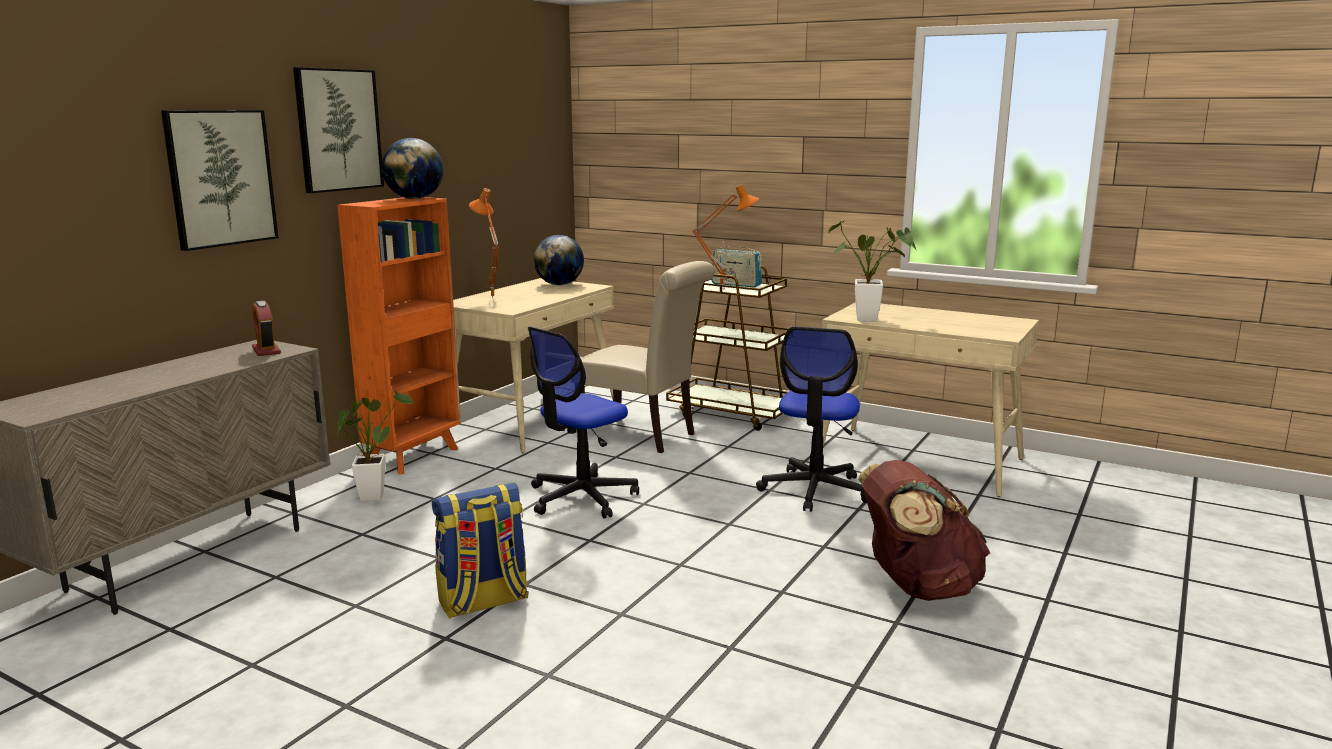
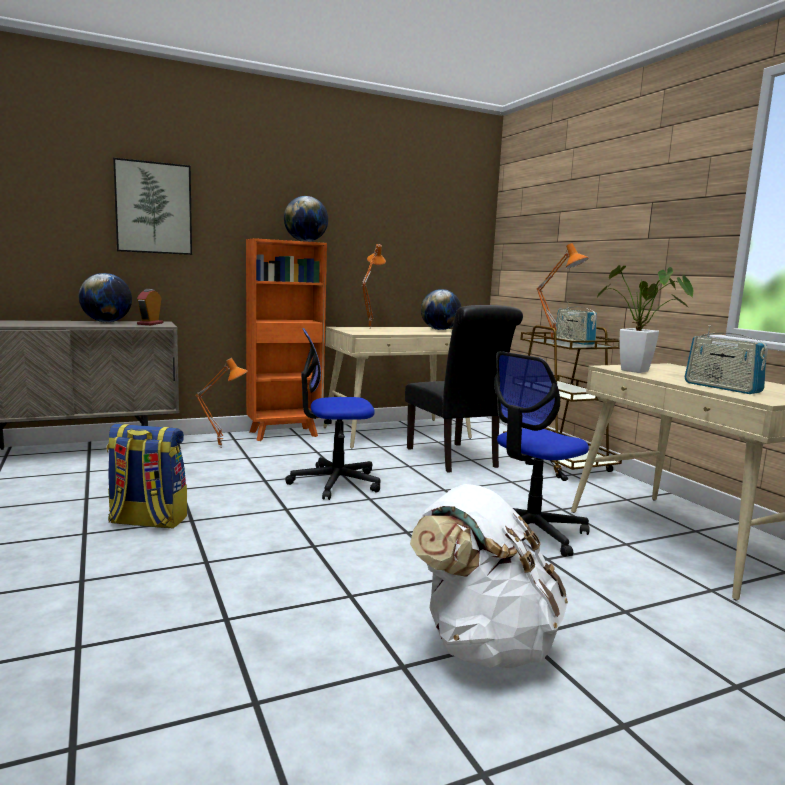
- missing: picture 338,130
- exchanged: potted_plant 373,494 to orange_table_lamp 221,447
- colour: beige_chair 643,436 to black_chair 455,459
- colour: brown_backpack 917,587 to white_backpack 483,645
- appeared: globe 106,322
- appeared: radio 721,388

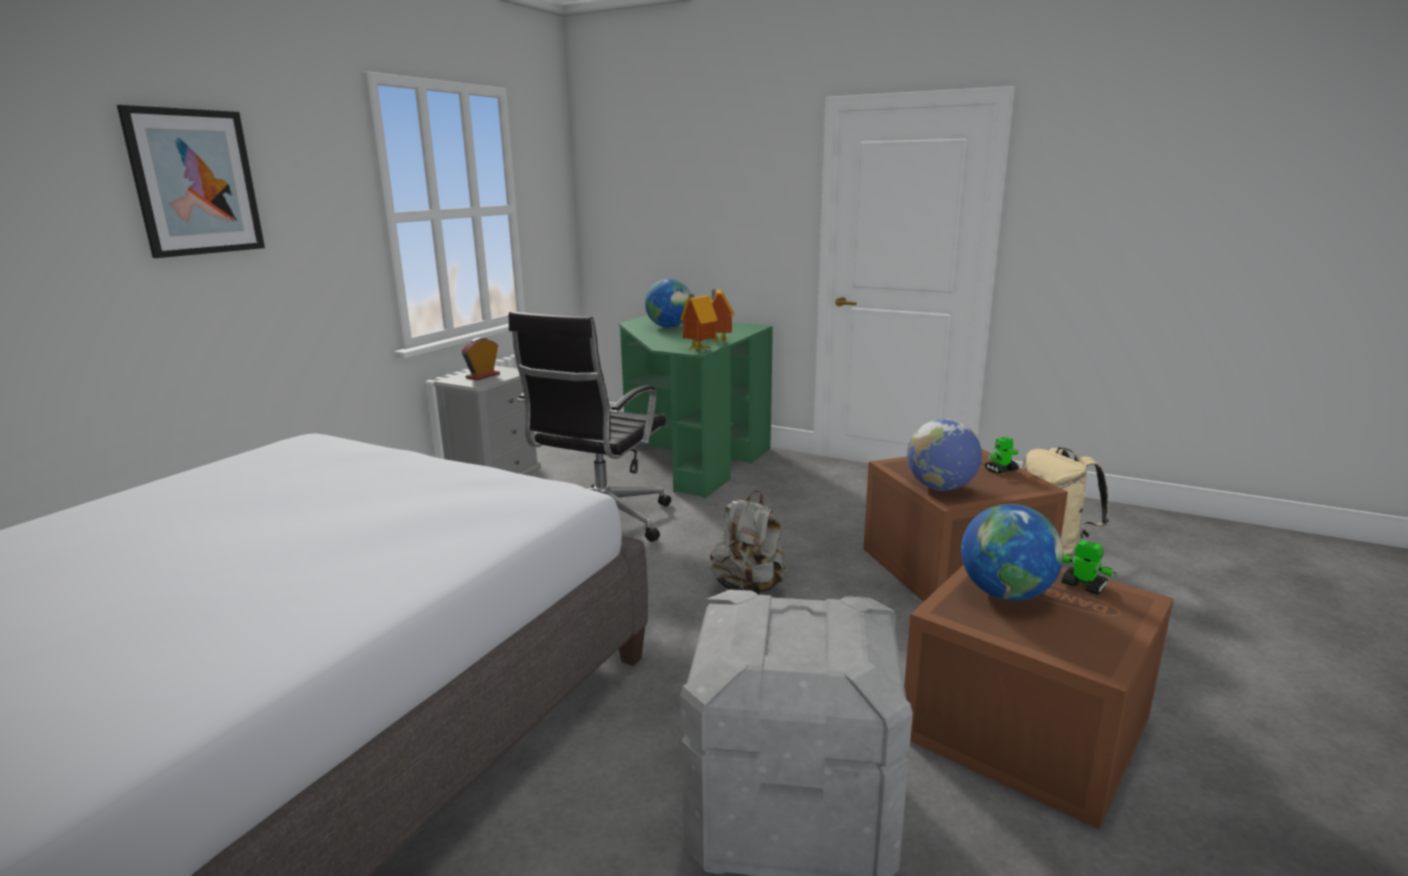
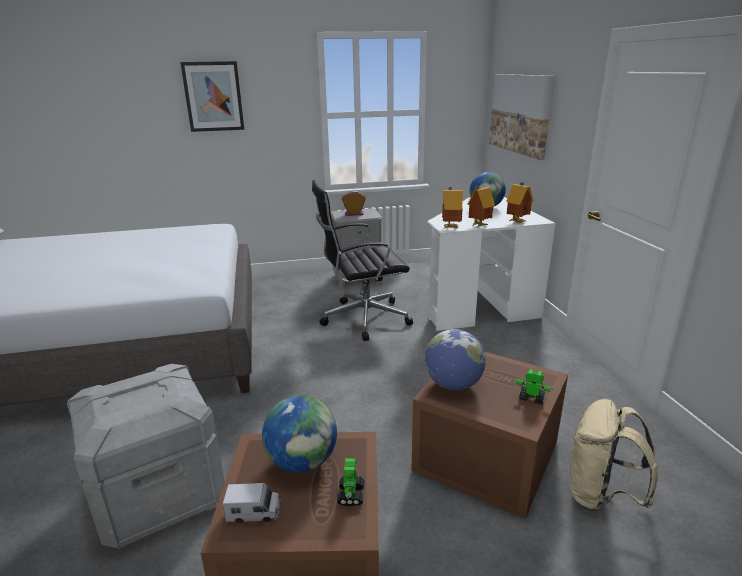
- colour: green_desk 689,457 to white_desk 479,302
- missing: grey_backpack 749,588
- appeared: toy_truck 254,513
- appeared: picture 520,114
- appeared: toy_house 517,222

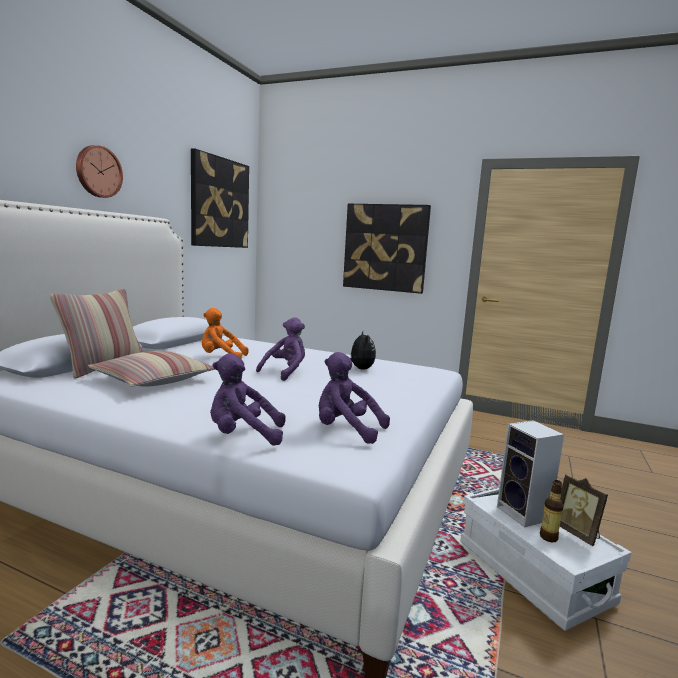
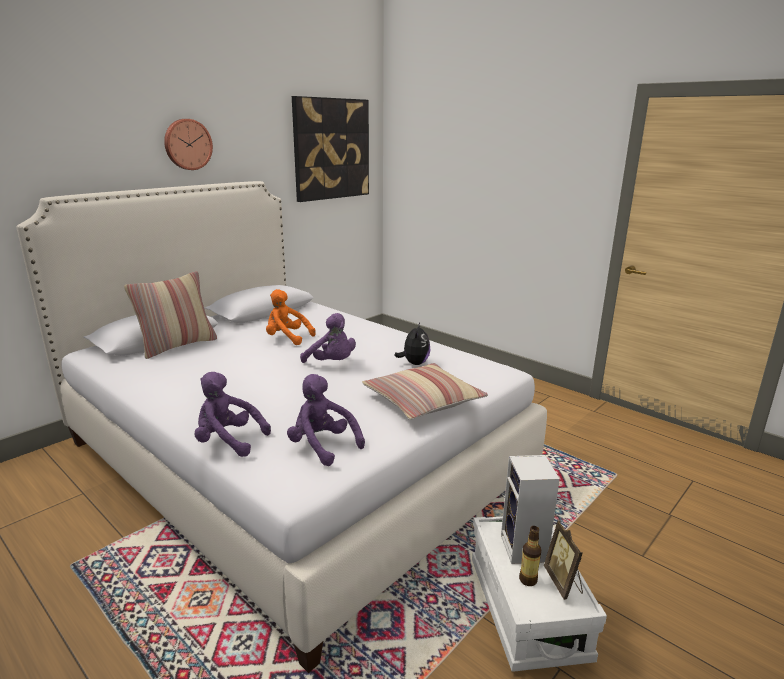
- relocated: pillow 153,380 to 423,401
- spun: purple_plush_toy 285,372 = 332,363 75 degrees clockwise
- missing: picture 385,247

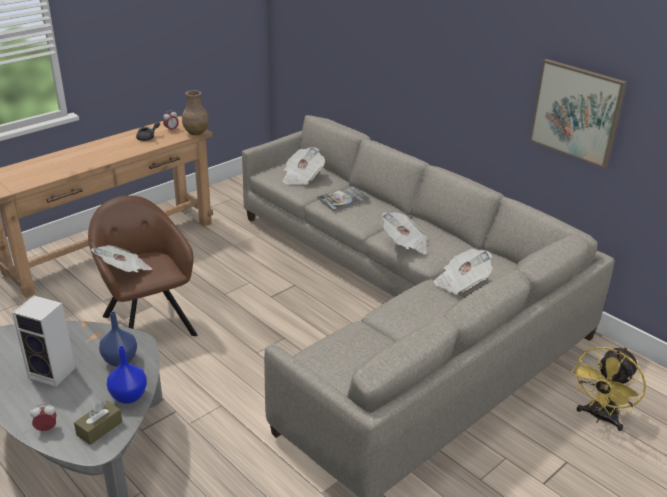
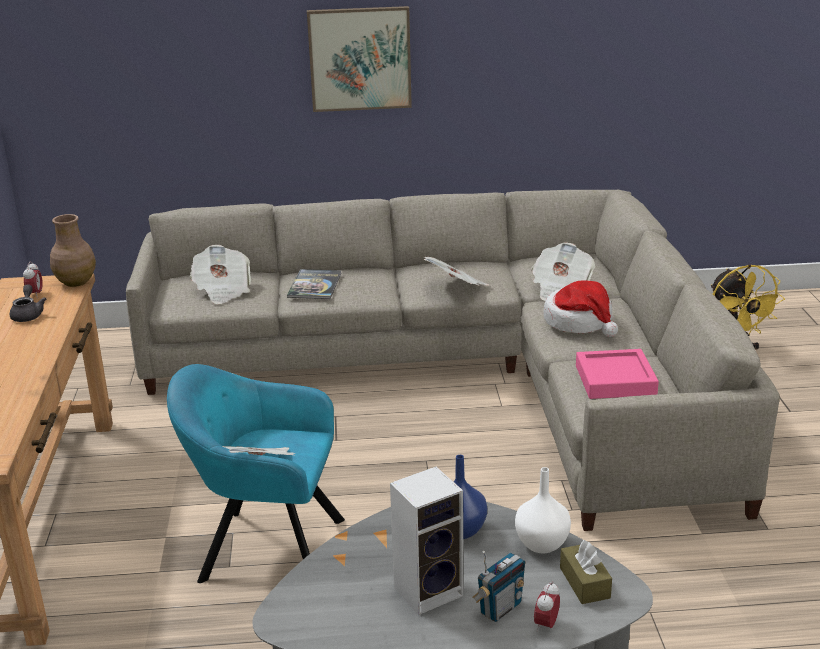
- colour: brown_armchair 147,323 to turquoise_armchair 266,549
- colour: blue_vase 128,396 to white_vase 540,544
- relocated: picture 576,112 to 360,59
- appeared: radio 500,608
- appeared: hat 579,322
- appeared: pink_tray 615,380

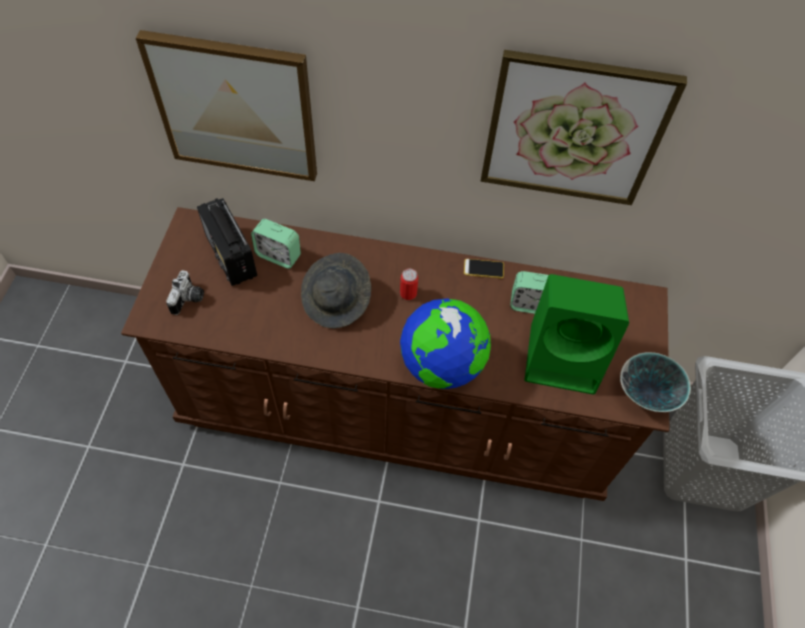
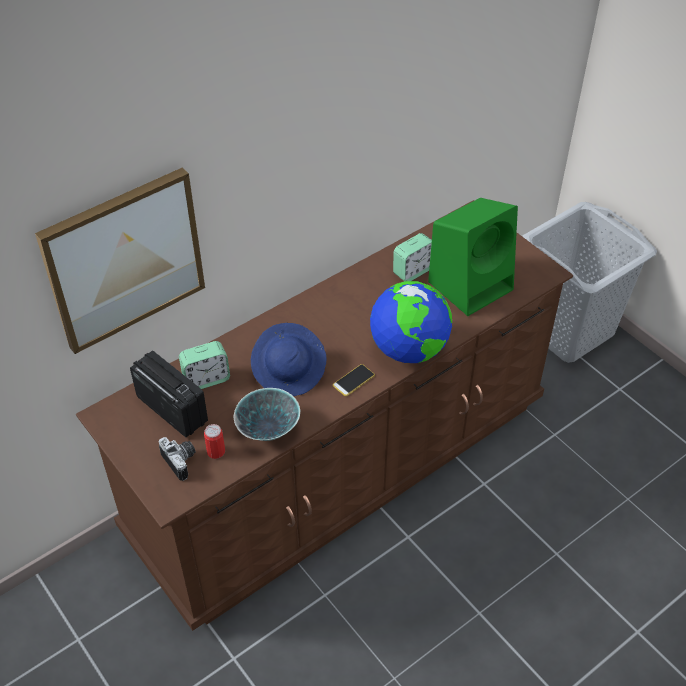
- spun: radio 231,256 = 171,409 150 degrees counterclockwise
- colour: grey_hat 337,301 to blue_hat 290,371
- relocated: can 408,293 to 216,451
- relocated: phone 483,269 to 353,380
- missing: picture 573,130
- relocated: bowl 647,394 to 269,430

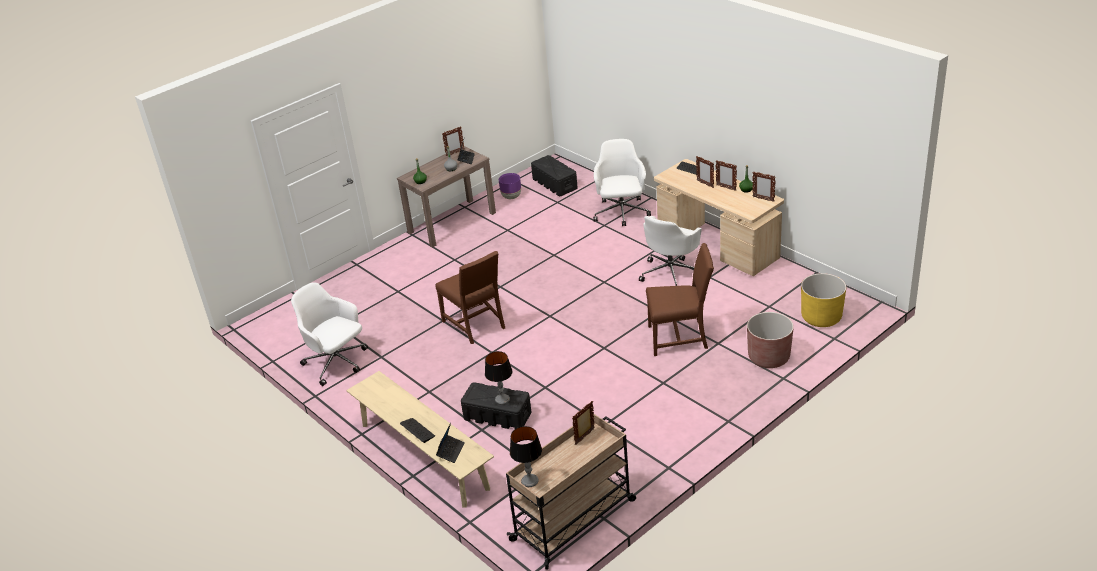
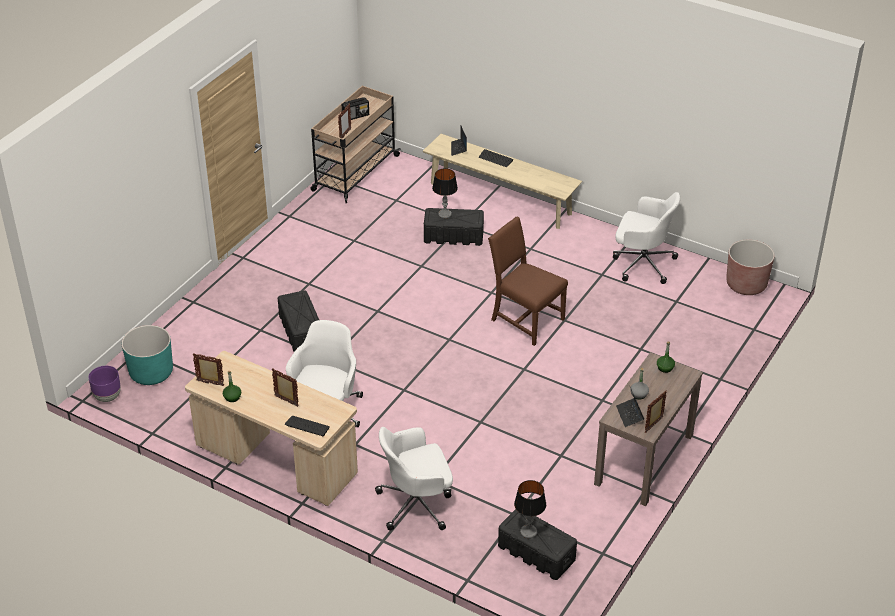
- relocated: purple_planter 511,197 to 107,397
- relocated: table_lamp 529,481 to 528,532
- spun: white_office_chair 621,213 = 416,504 90 degrees clockwise
- exchanged: brown_chair 680,338 to black_storage_box 301,331
- missing: picture_frame 726,188
- relocated: brown_planter 769,357 to 746,284
- colour: yellow_planter 821,317 to turquoise_planter 151,373
- appeared: radio 356,116

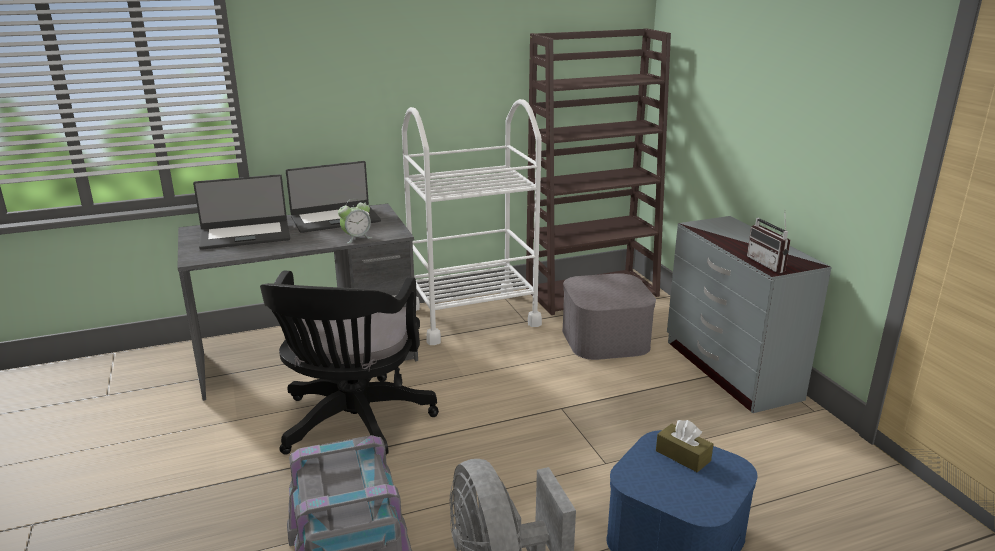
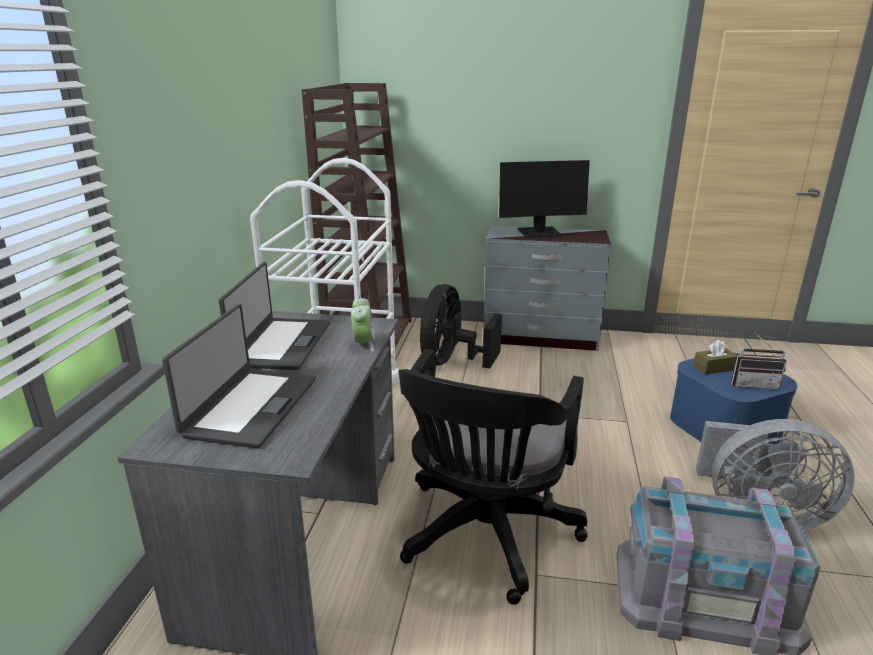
- spun: black_office_chair 353,426 = 485,537 75 degrees clockwise
- exchanged: grey_storage_box 605,338 to black_fan 451,361
- relocated: radio 770,264 to 753,384
- appeared: monitor 539,233

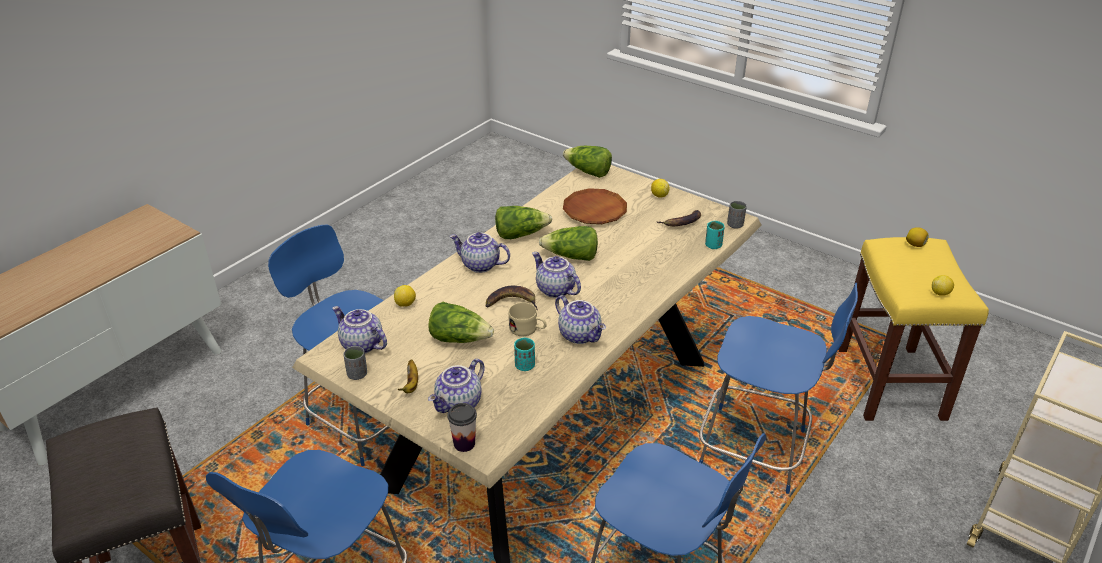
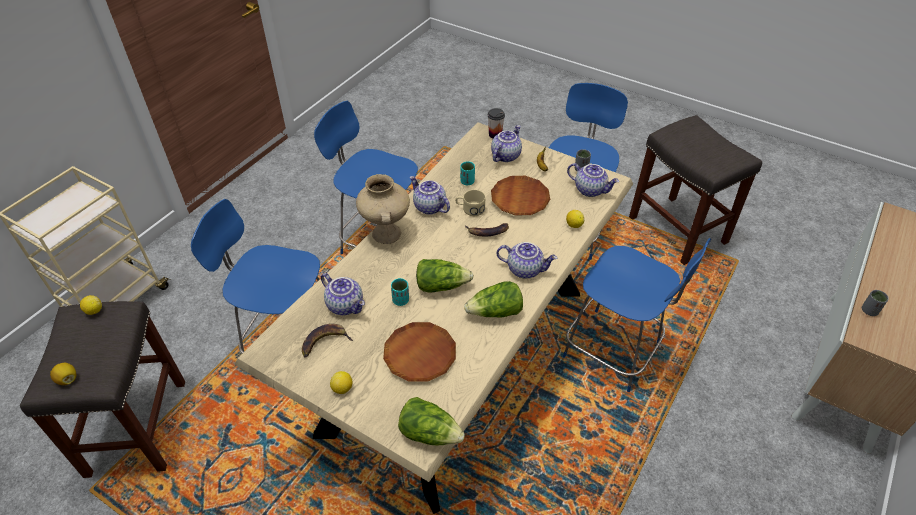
- exchanged: lettuce 459,338 to brown_plate 520,199
- relocated: teapot 554,290 to 346,305
- relocated: turquoise_cup 713,245 to 401,300
- relocated: grey_cup 735,225 to 869,311
- colour: yellow_stool 891,384 to grey_stool 136,426
- appeared: beige_vase 385,233

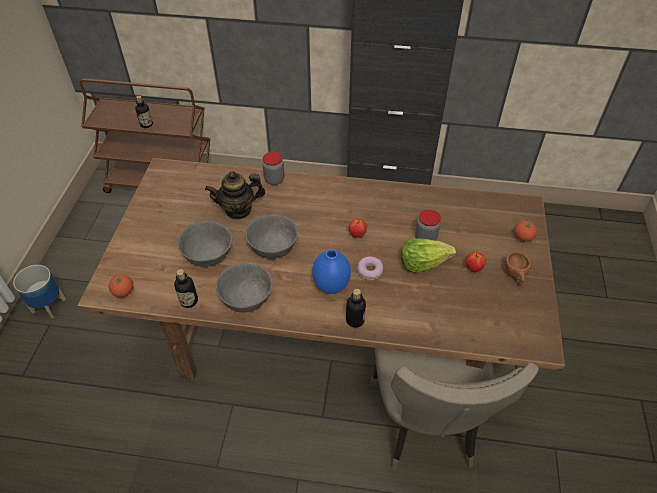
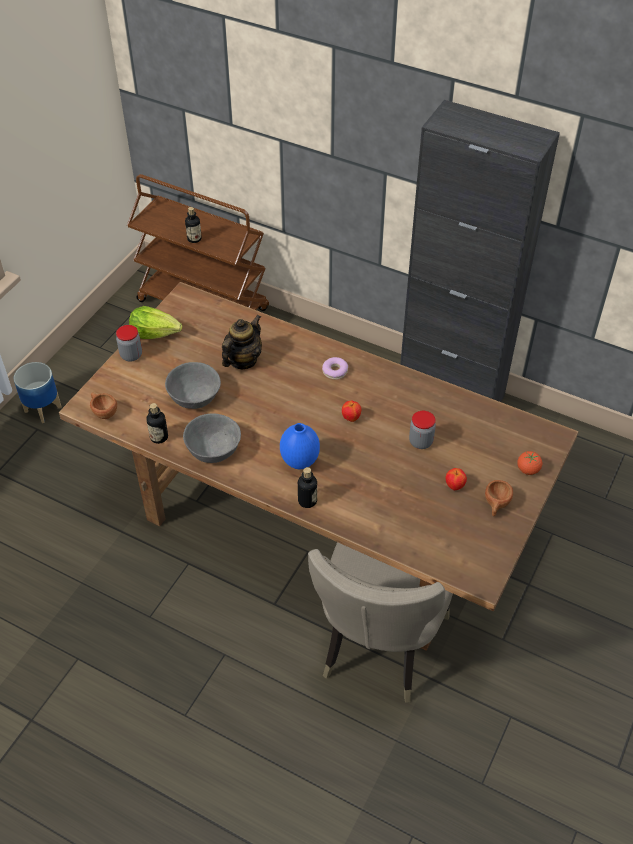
- exchanged: tomato 123,292 to brown_cup 103,411
- spun: teapot 238,210 = 242,360 120 degrees clockwise
- missing: grey_bowl 273,246
- relocated: jar 274,180 to 131,355
- relocated: donut 370,271 to 335,371
- relocated: lettuce 423,262 to 155,333

